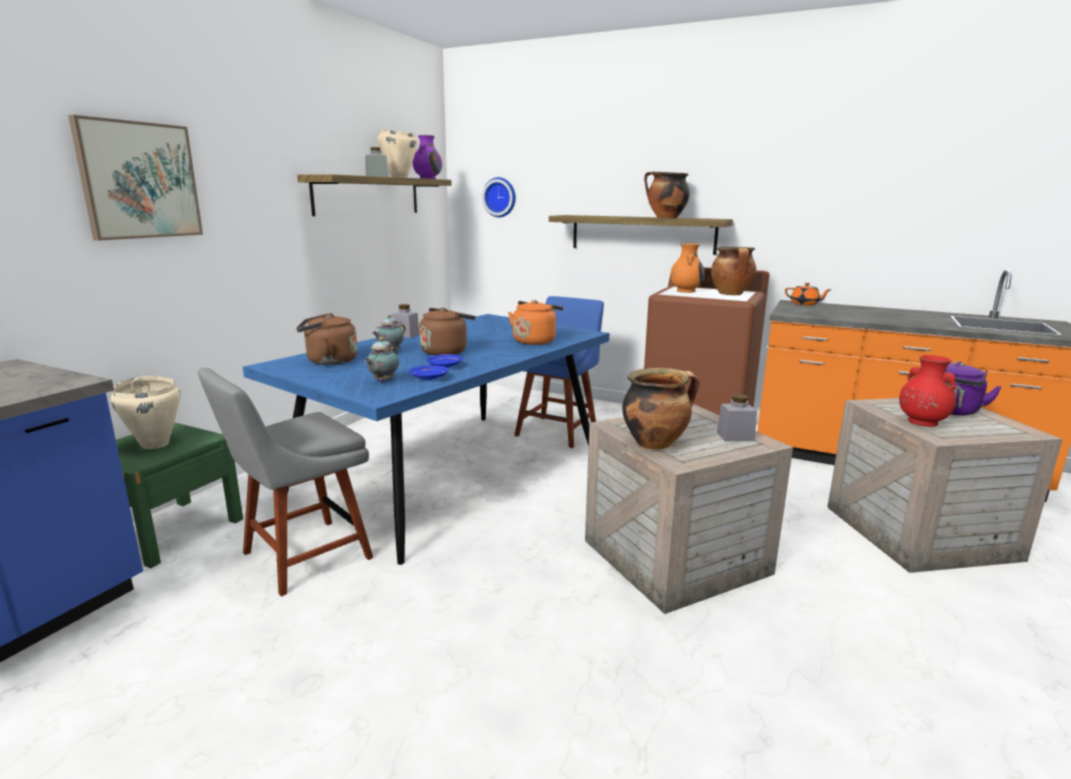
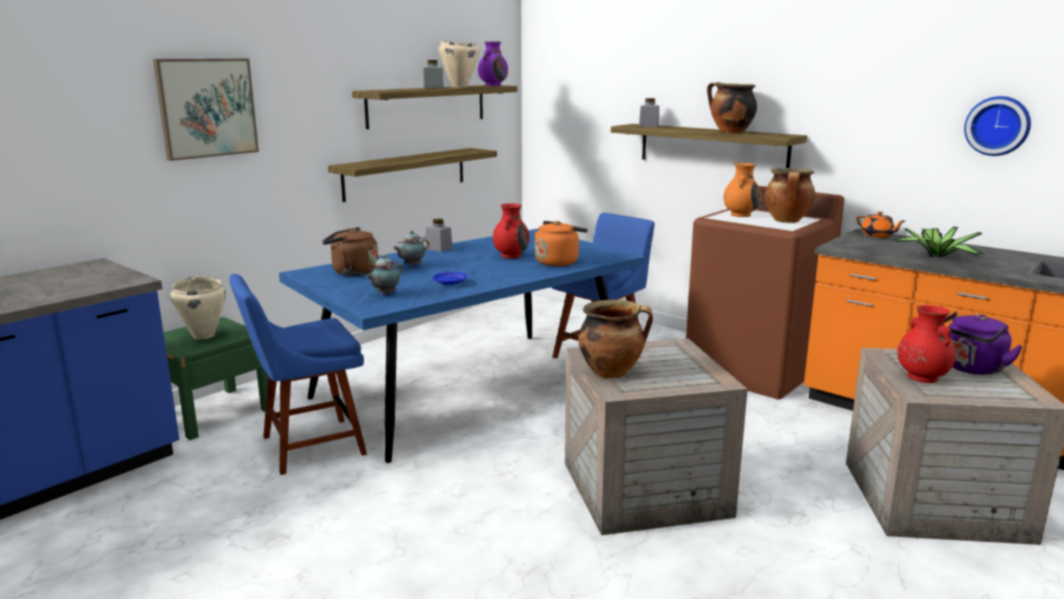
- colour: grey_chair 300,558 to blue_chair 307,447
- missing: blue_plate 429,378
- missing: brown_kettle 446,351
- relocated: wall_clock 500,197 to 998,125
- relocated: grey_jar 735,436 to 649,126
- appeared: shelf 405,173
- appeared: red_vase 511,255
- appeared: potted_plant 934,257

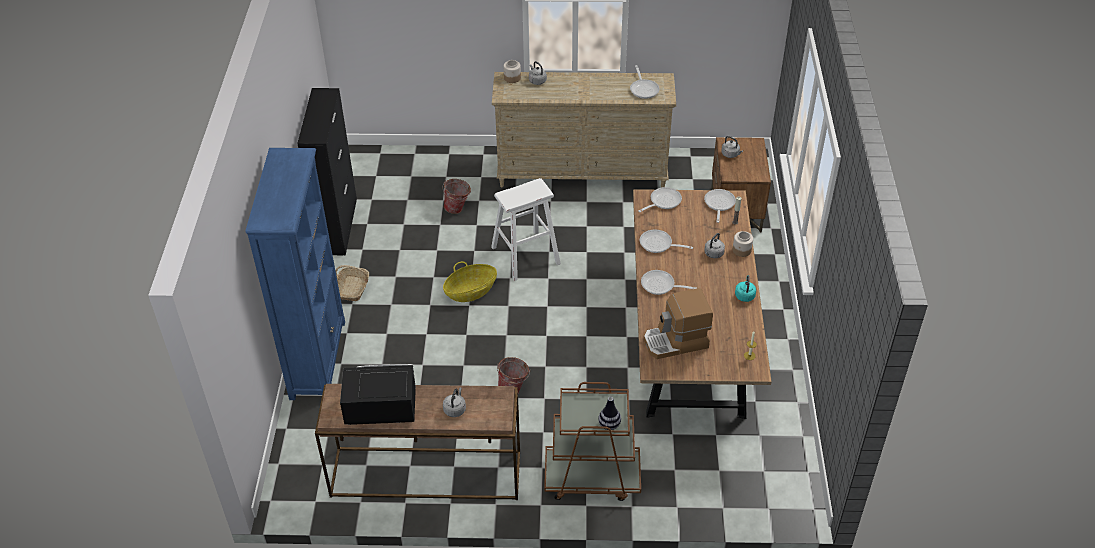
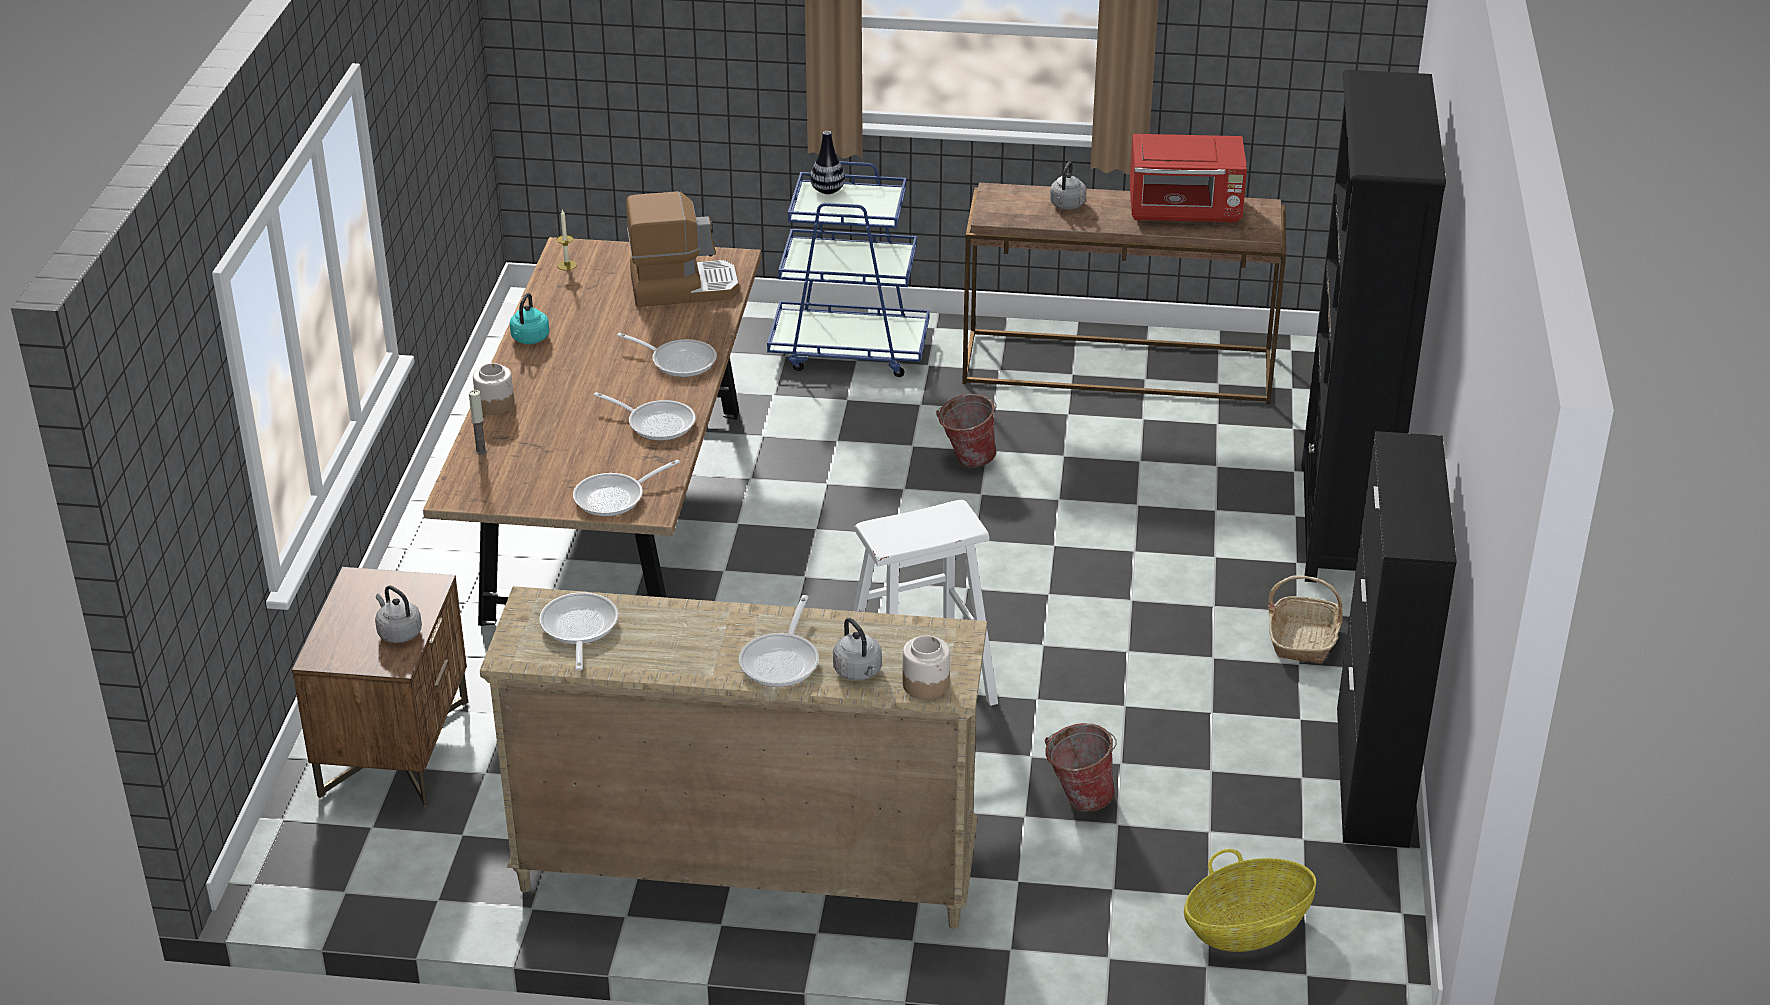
- colour: blue_bookcase 318,359 to black_bookcase 1342,524
- colour: black_microwave 380,409 to red_microwave 1186,211
- relocated: basket 470,291 to 1247,927
- colour: brown_cart 591,477 to blue_cart 850,350
- relocated: frying_pan 719,204 to 782,660
- missing: grey_kettle 713,254

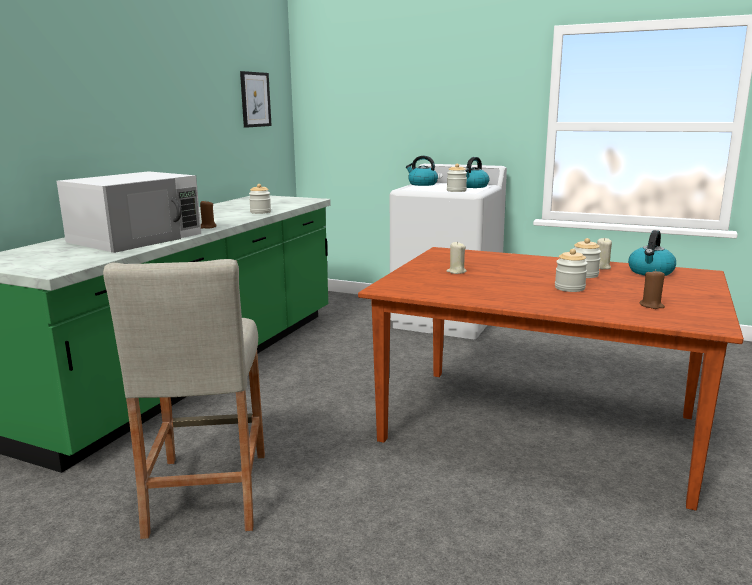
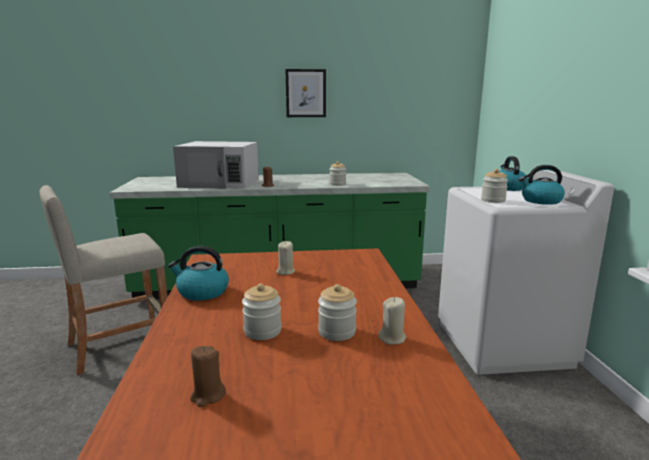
- relocated: picture 255,99 to 305,93
- relocated: kettle 650,272 to 202,292

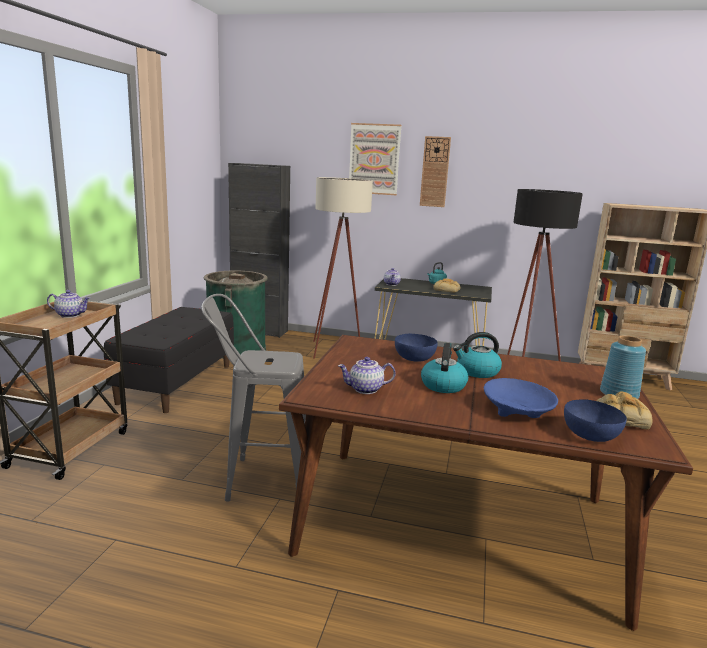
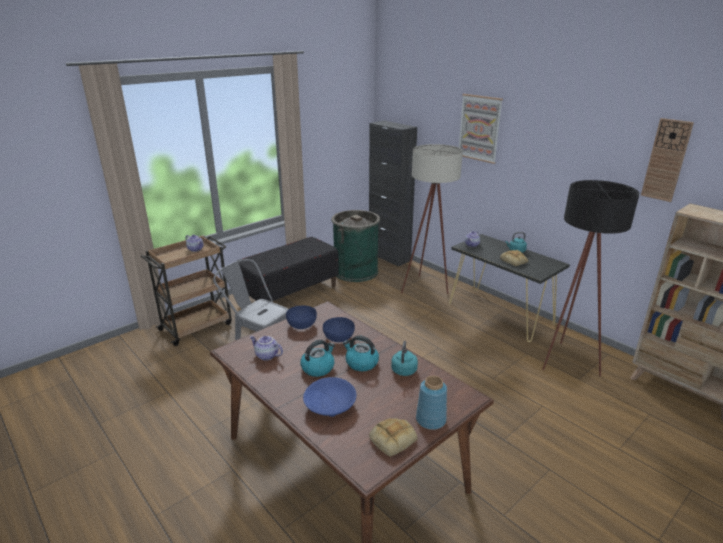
- relocated: wall_clock 435,172 to 666,160
- relocated: blue_bowl 589,434 to 302,324
- appeared: turquoise_kettle 403,371

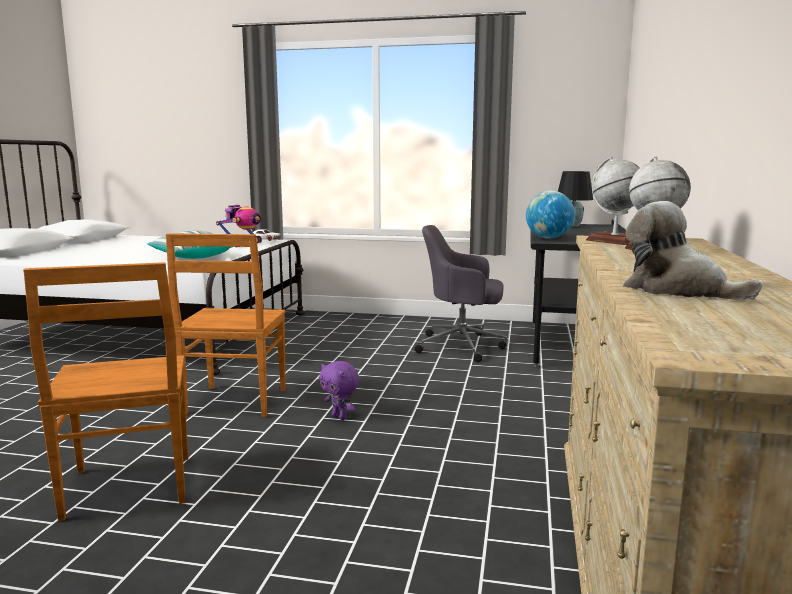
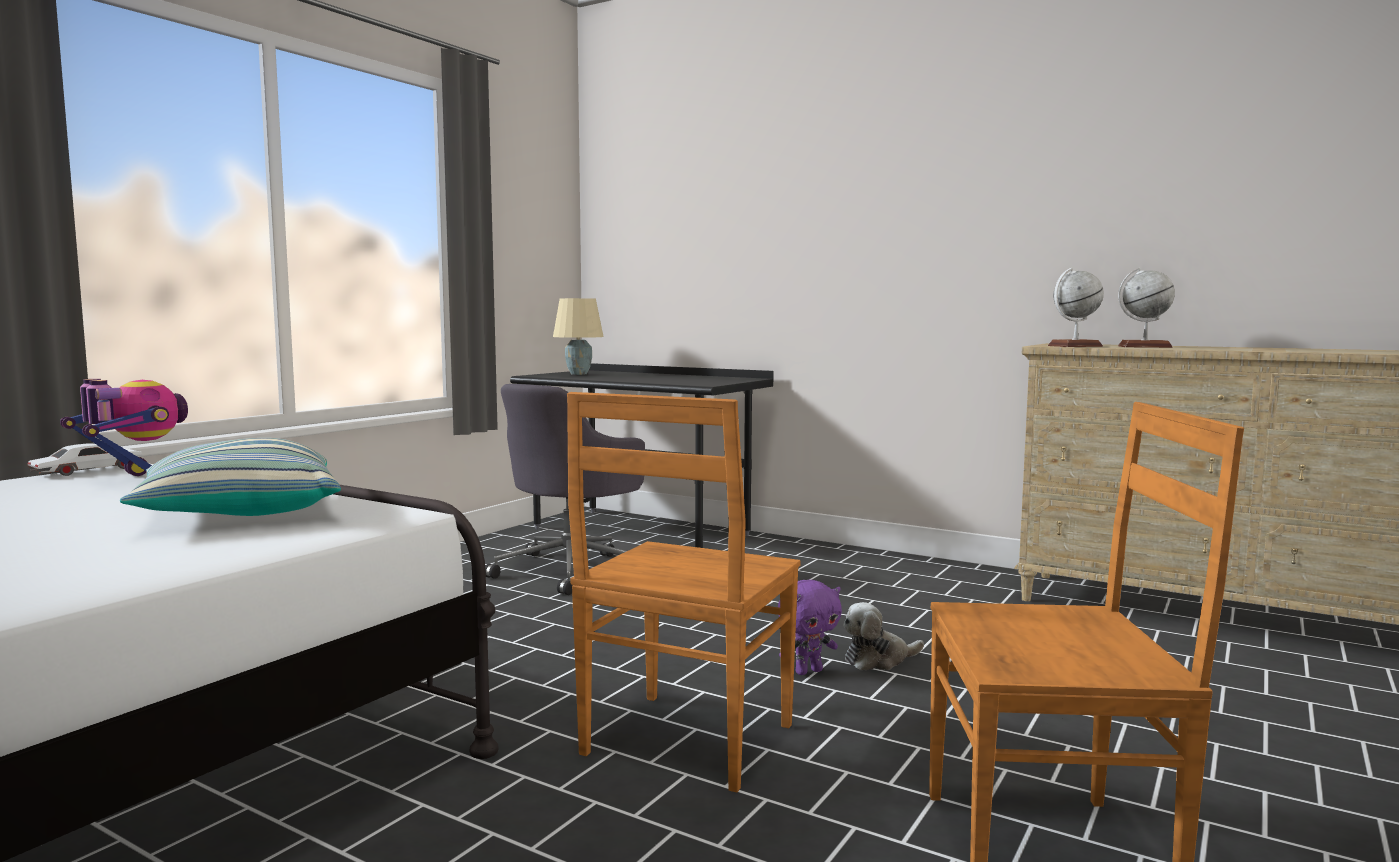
- spun: brown_chair 235,402 = 685,742 90 degrees clockwise
- missing: globe 548,238
- colour: black_table_lamp 572,226 to beige_table_lamp 578,374
- relocated: plush_toy 677,290 to 878,660

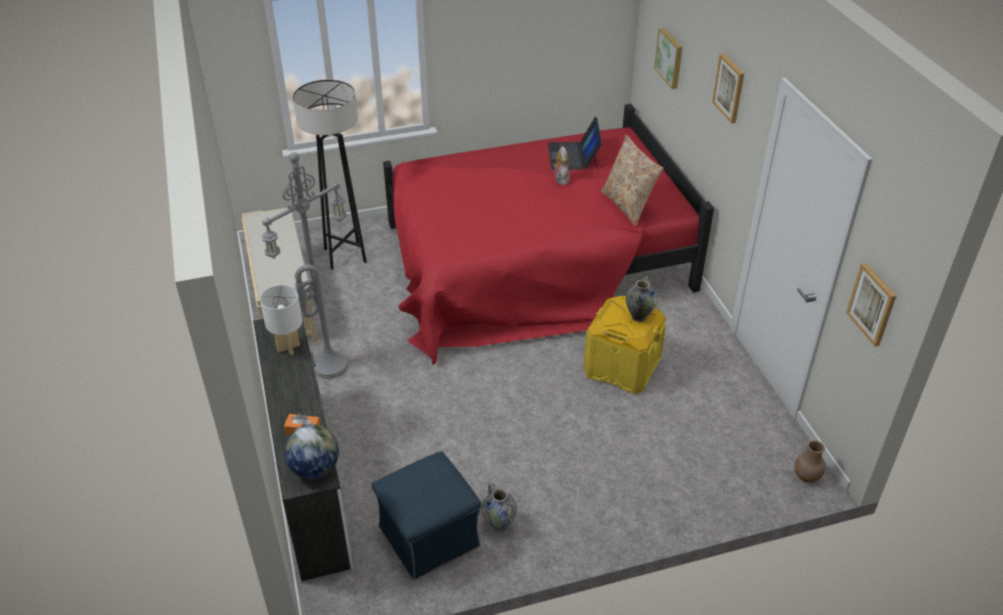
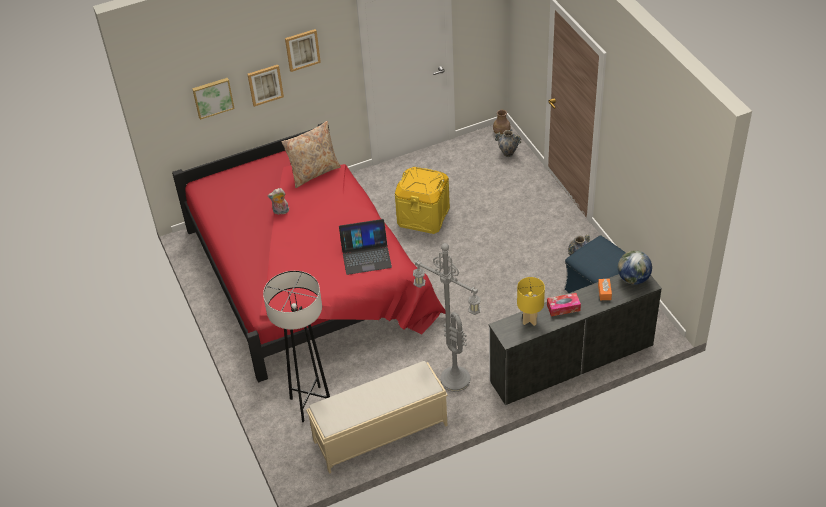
- colour: white_table_lamp 288,348 to yellow_table_lamp 530,320
- relocated: laptop 573,156 to 366,256
- relocated: vase 639,316 to 508,153
- relocated: picture 872,304 to 265,84
- appeared: tissue_box 563,308

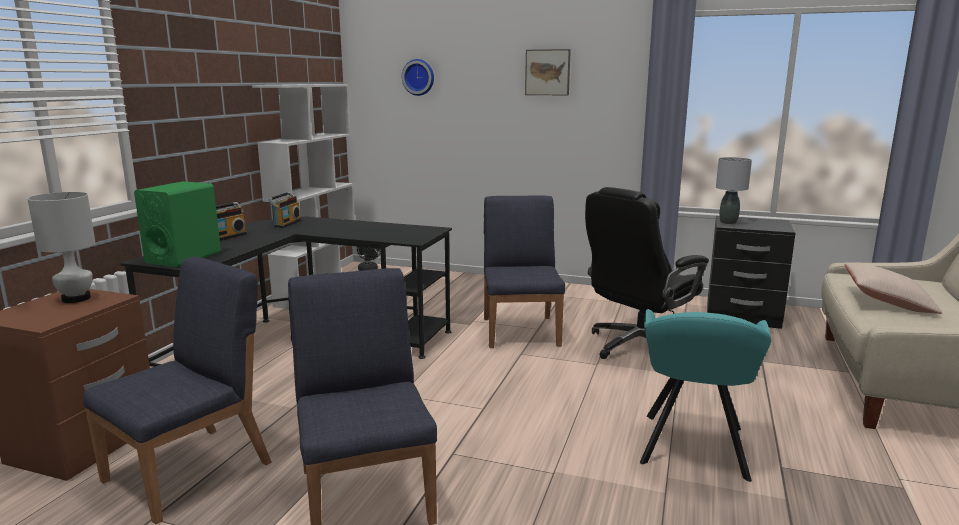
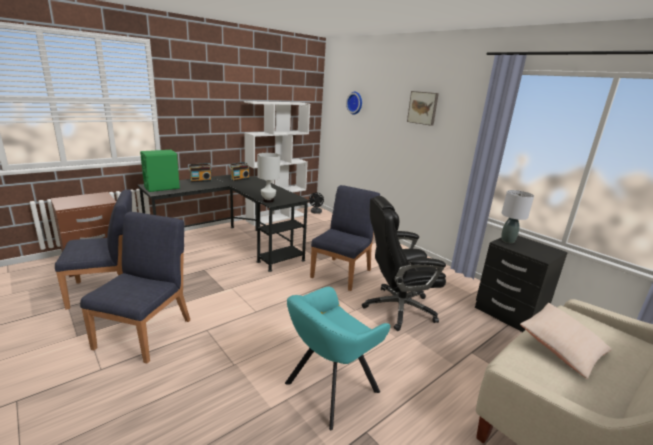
- relocated: white_table_lamp 75,298 to 268,200

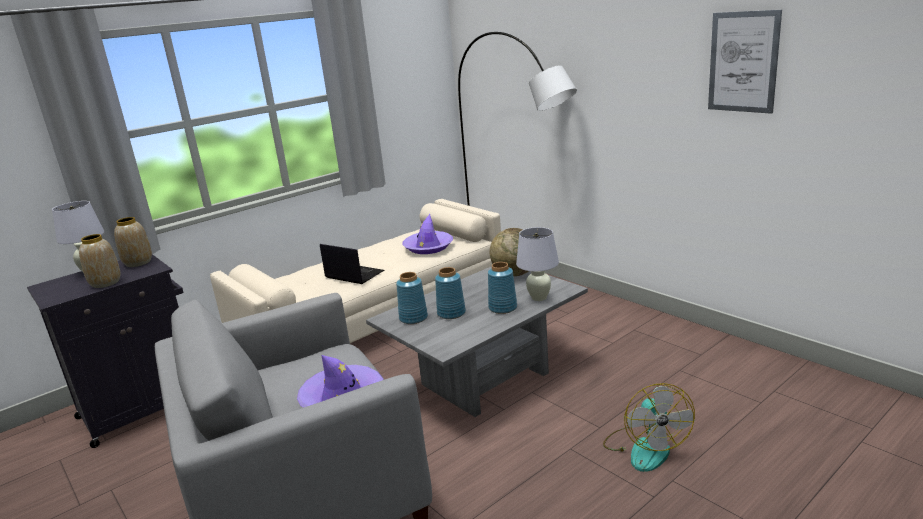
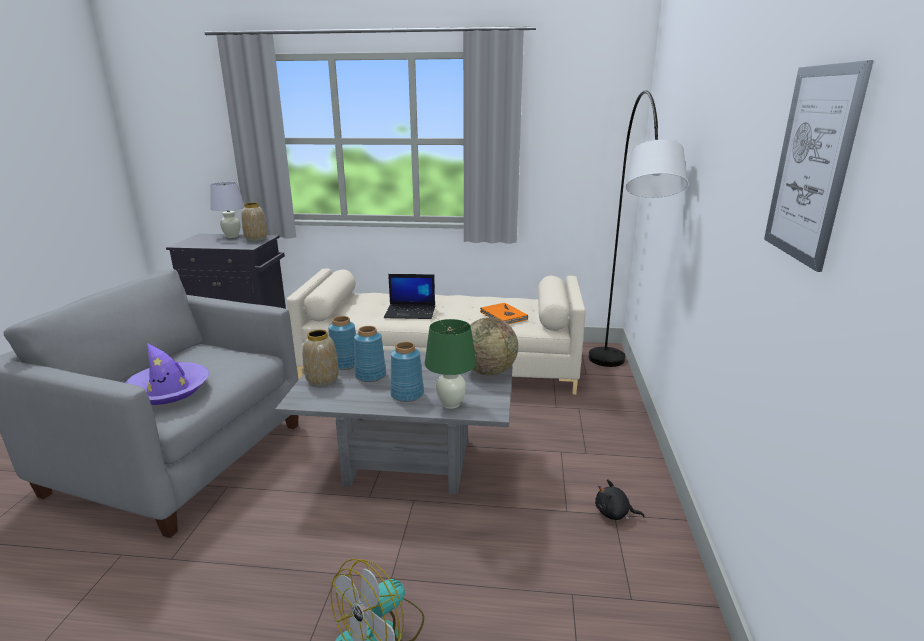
- relocated: vase 105,283 to 322,381
- spun: laptop 353,274 = 411,312 105 degrees clockwise
- exchanged: purple_hat 428,247 to orange_book 503,316
- colour: white_table_lamp 539,298 to green_table_lamp 450,404
- appeared: black_plush_toy 614,513

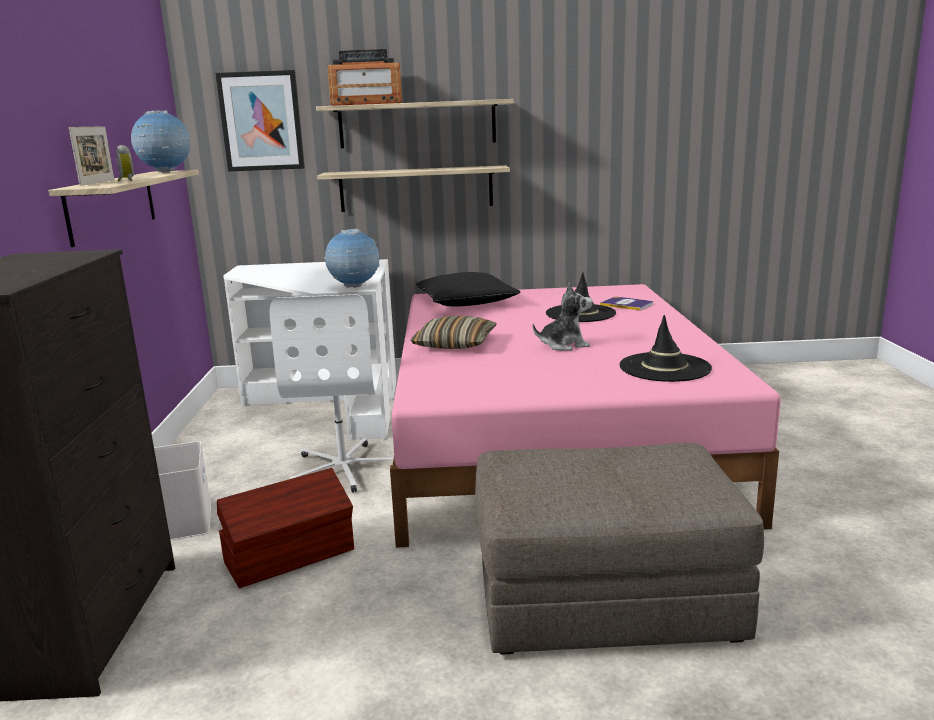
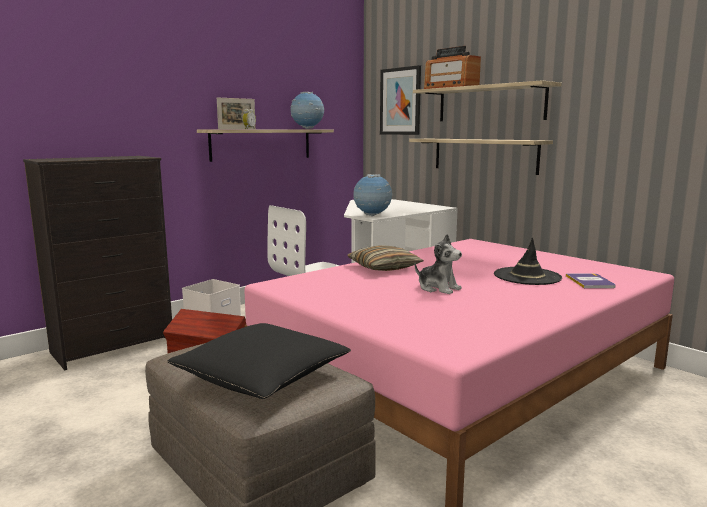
- relocated: black_pillow 466,302 to 263,376
- missing: black_hat 664,368

